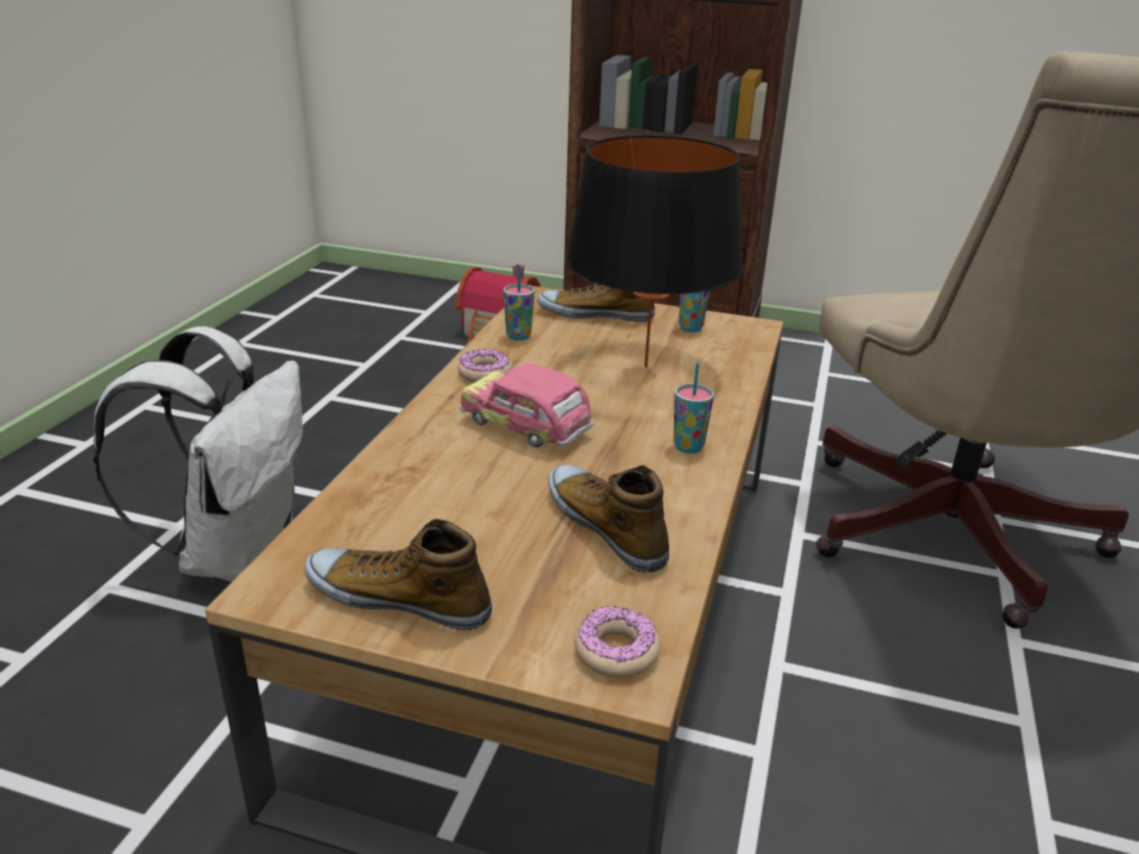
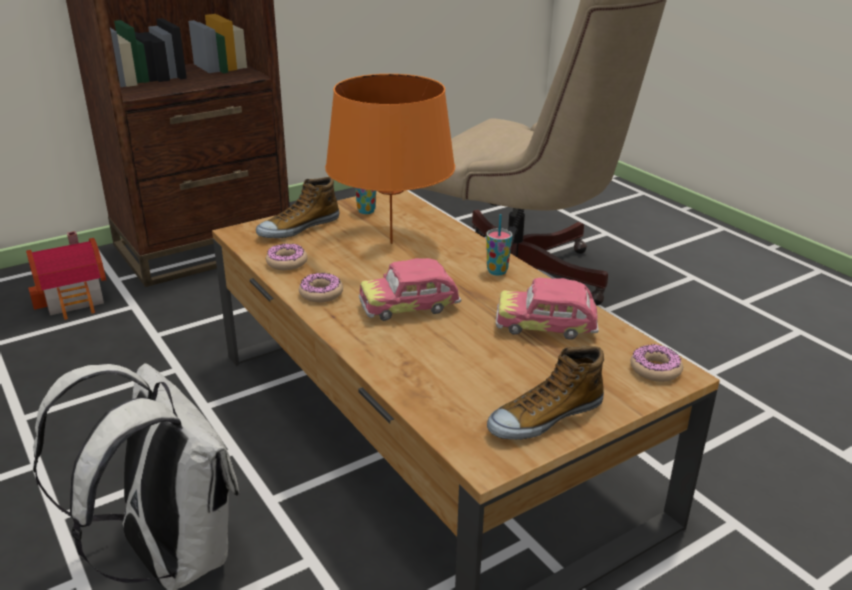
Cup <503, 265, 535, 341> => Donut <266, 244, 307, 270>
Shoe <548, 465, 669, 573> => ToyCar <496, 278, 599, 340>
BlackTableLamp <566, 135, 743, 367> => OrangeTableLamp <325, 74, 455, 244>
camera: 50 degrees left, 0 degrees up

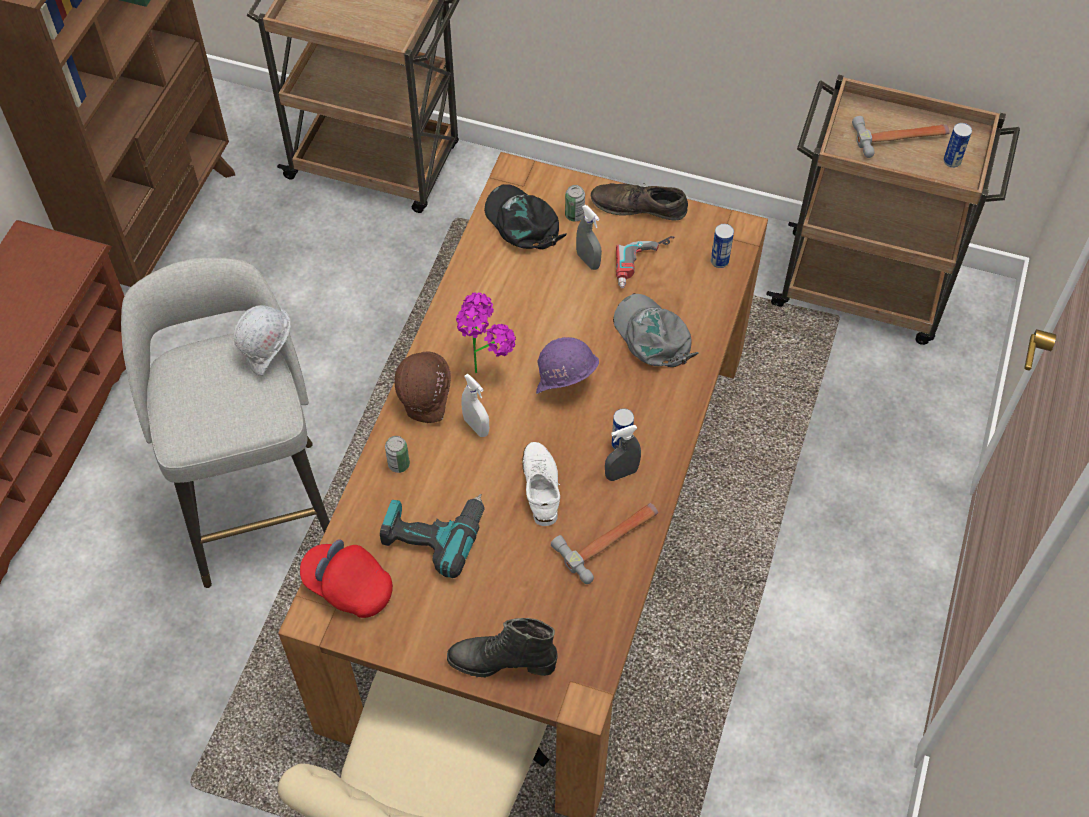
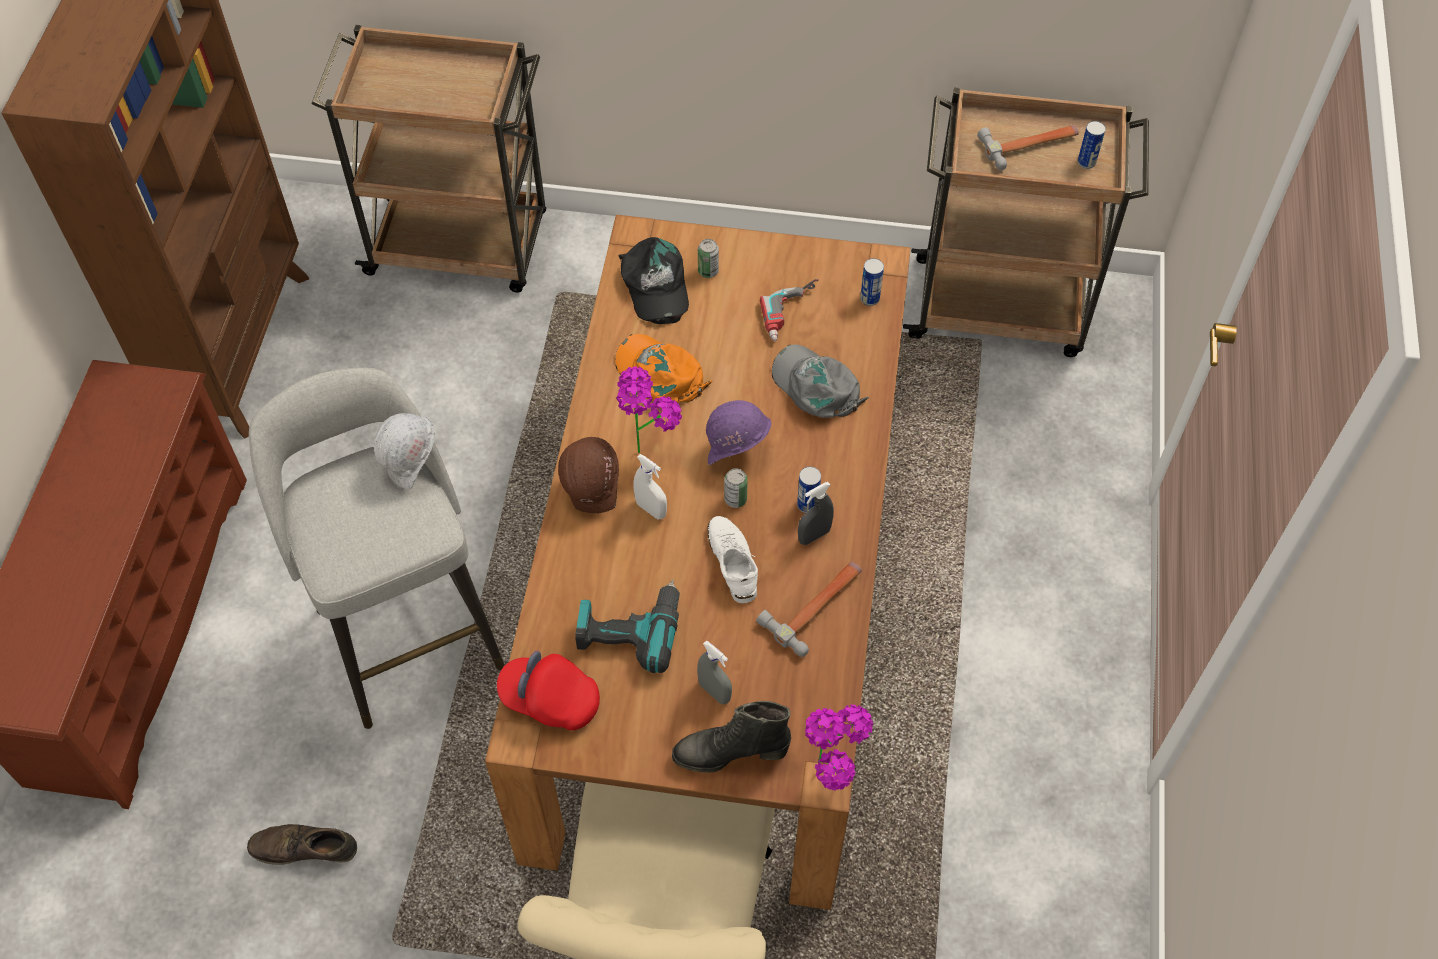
Can <385, 436, 410, 473> => Can <724, 468, 748, 508>, relocated
BlackCap <484, 184, 567, 250> => BlackCap <618, 237, 689, 324>, 150 degrees counterclockwise
GreySprayBottle <576, 205, 602, 270> => GreySprayBottle <697, 640, 732, 704>, relocated
BrownShoe <591, 183, 688, 221> => BrownShoe <247, 824, 357, 865>, relocated
nothing => OrangeCap <615, 334, 712, 403>
nothing => PottedPlant <805, 704, 873, 790>
camera: 10 degrees left, 0 degrees up

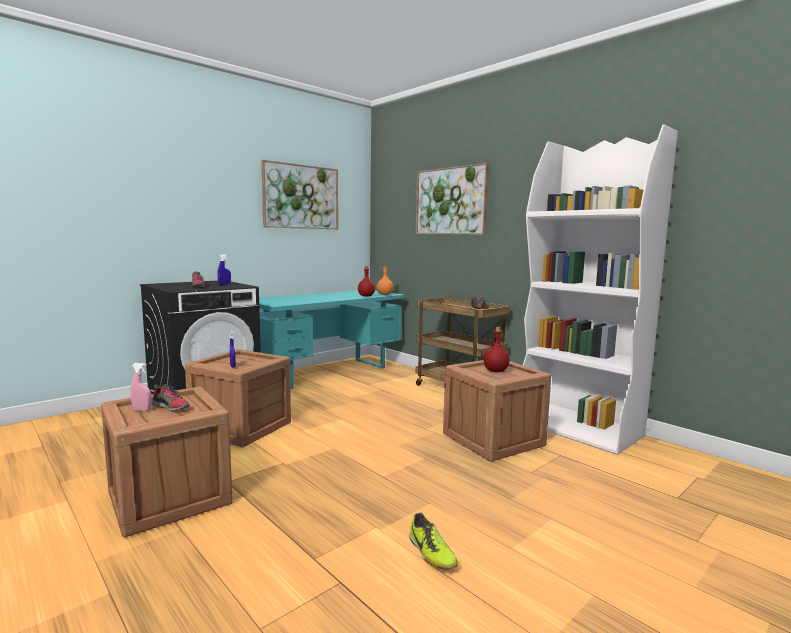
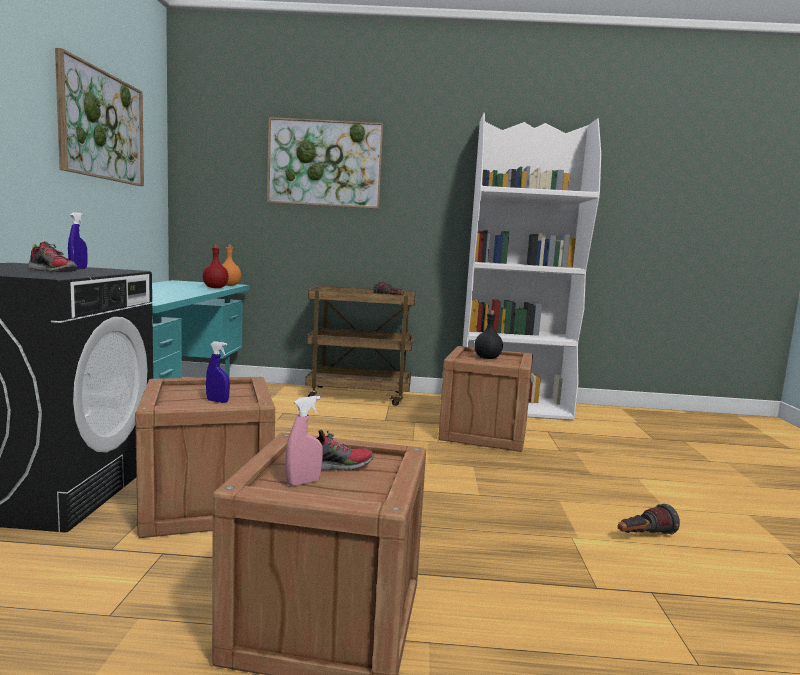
Shoe <409, 513, 458, 570> => Flashlight <618, 504, 680, 535>
RedBottle <483, 327, 509, 372> => BlackBottle <474, 310, 503, 359>
camera: 45 degrees left, 0 degrees up

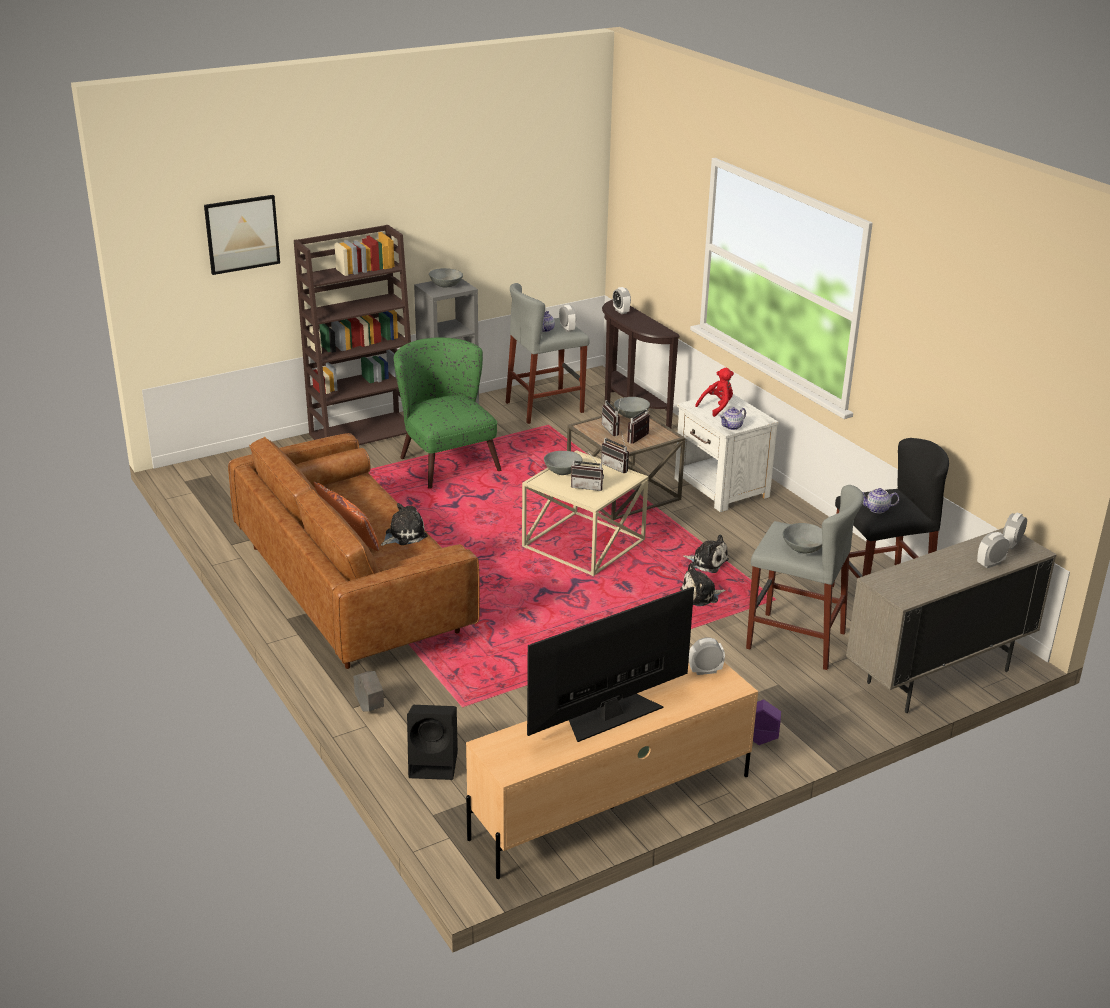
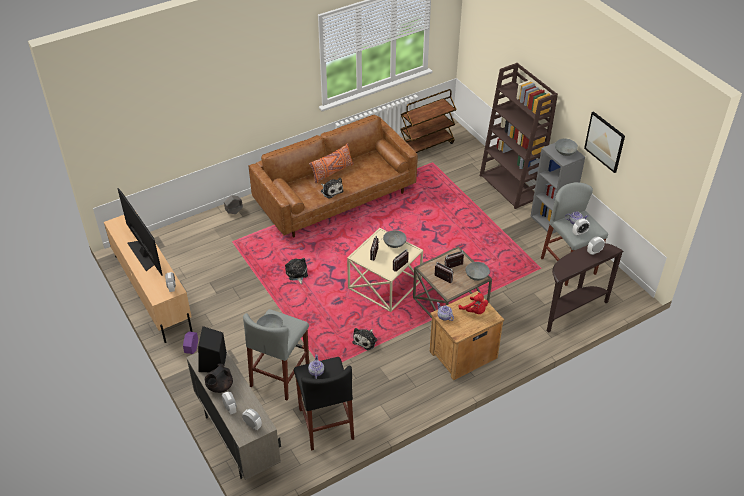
Picture <204, 195, 280, 275> => Picture <584, 111, 625, 173>, relocated
GreenArmchair <394, 337, 501, 488> => nothing
BlackSpeaker <407, 705, 458, 780> => BlackSpeaker <198, 326, 227, 372>, relocated
WhiteNightstand <675, 394, 779, 512> => BrownNightstand <430, 291, 504, 380>
PlushToy <680, 563, 726, 606> => PlushToy <285, 258, 308, 284>, relocated
nothing => BlackTeapot <205, 364, 233, 393>
nothing => BrownCart <400, 89, 457, 153>
camera: 90 degrees right, 15 degrees up

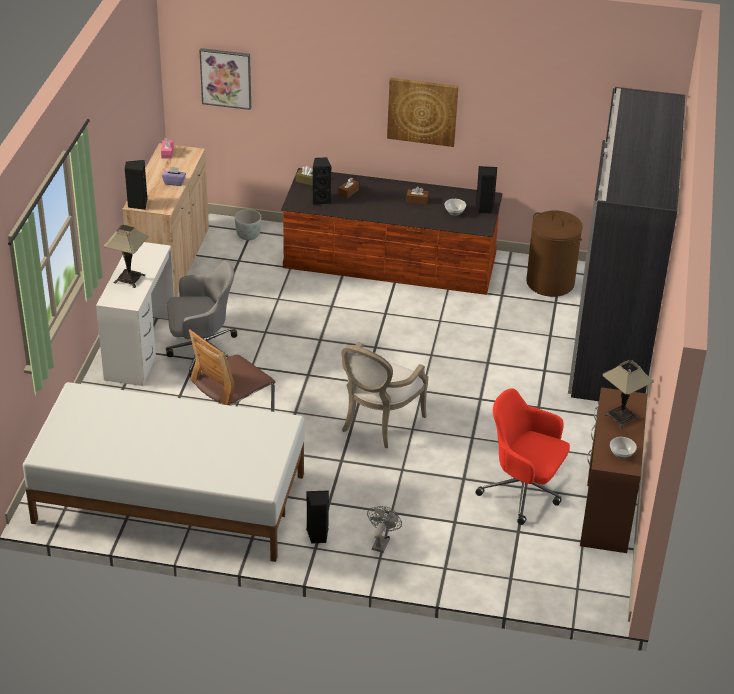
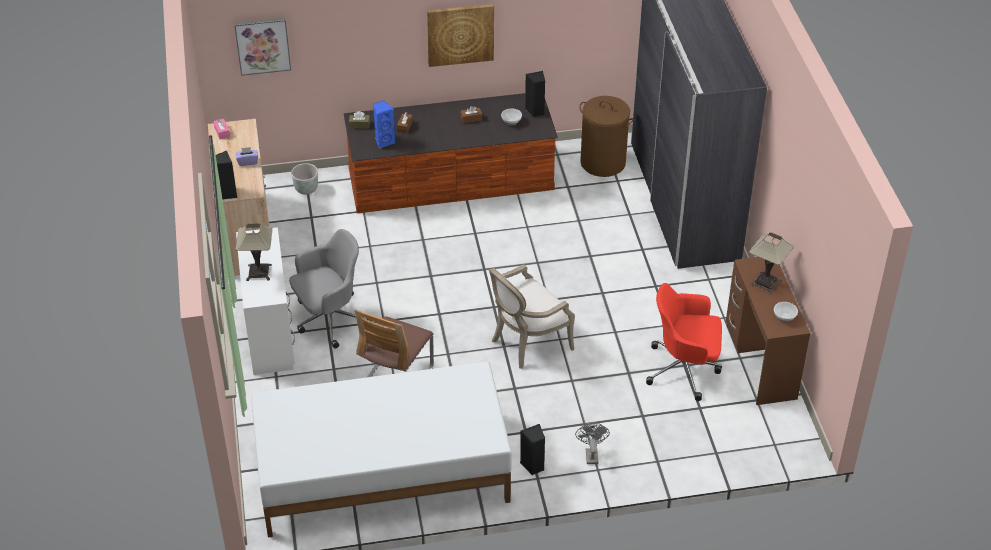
BlackSpeaker <313, 157, 332, 205> => BlueSpeaker <373, 101, 395, 148>
Armchair <341, 342, 428, 448> => Armchair <489, 264, 575, 369>, 45 degrees clockwise
camera: 20 degrees left, 5 degrees up

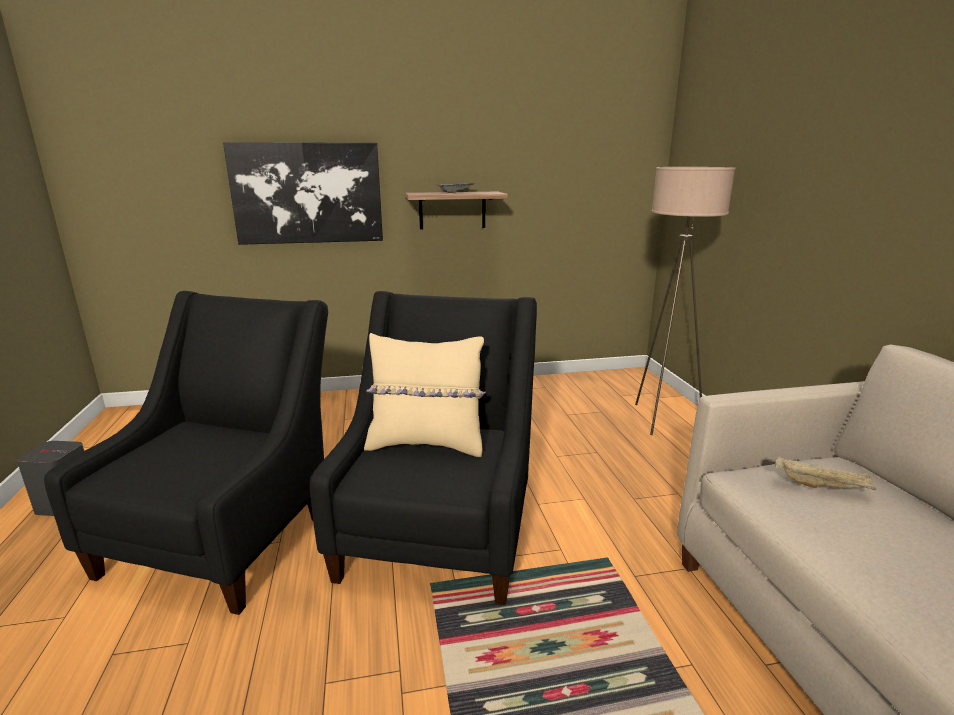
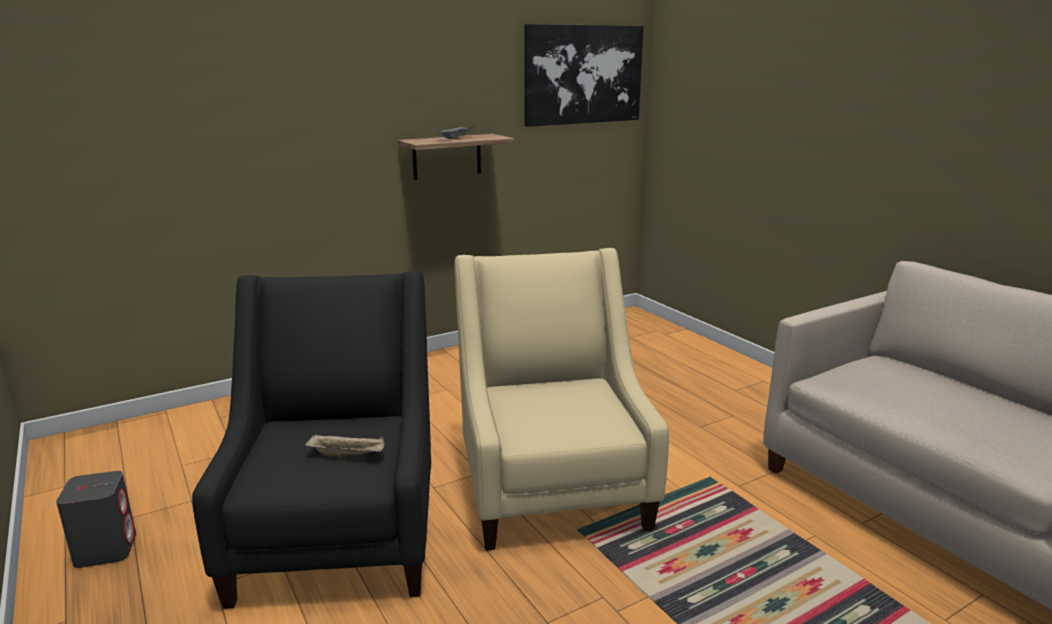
Picture <223, 142, 383, 245> => Picture <524, 24, 644, 127>, relocated
BlackArmchair <310, 291, 537, 605> => BeigeArmchair <454, 248, 669, 551>
BeigePillow <364, 333, 486, 457> => nothing
BeigeFloorLamp <635, 167, 736, 435> => nothing
BeigeTray <775, 456, 877, 490> => BeigeTray <305, 434, 385, 459>, relocated
camera: 20 degrees left, 0 degrees up

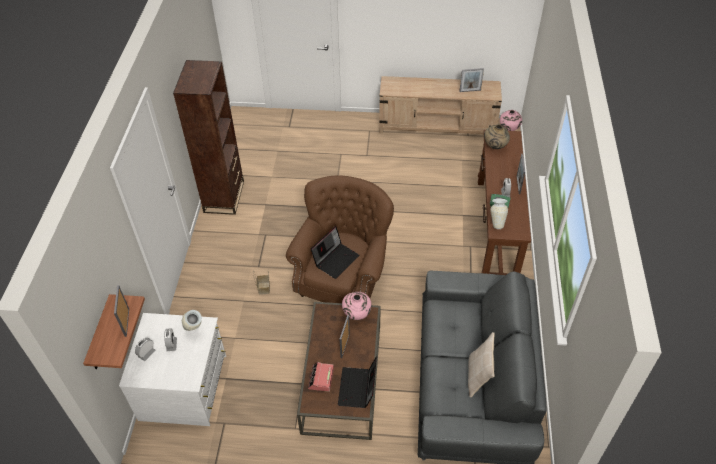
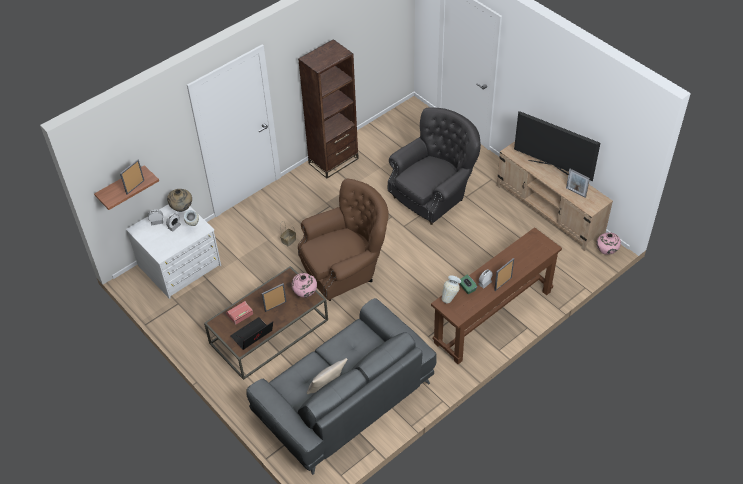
Laptop <311, 226, 360, 279> => nothing
BeigeVase <484, 124, 510, 149> => BeigeVase <167, 189, 192, 212>, relocated
nothing => GreyArmchair <388, 107, 481, 225>
nothing => Television <514, 111, 600, 181>
camera: 45 degrees right, 0 degrees up

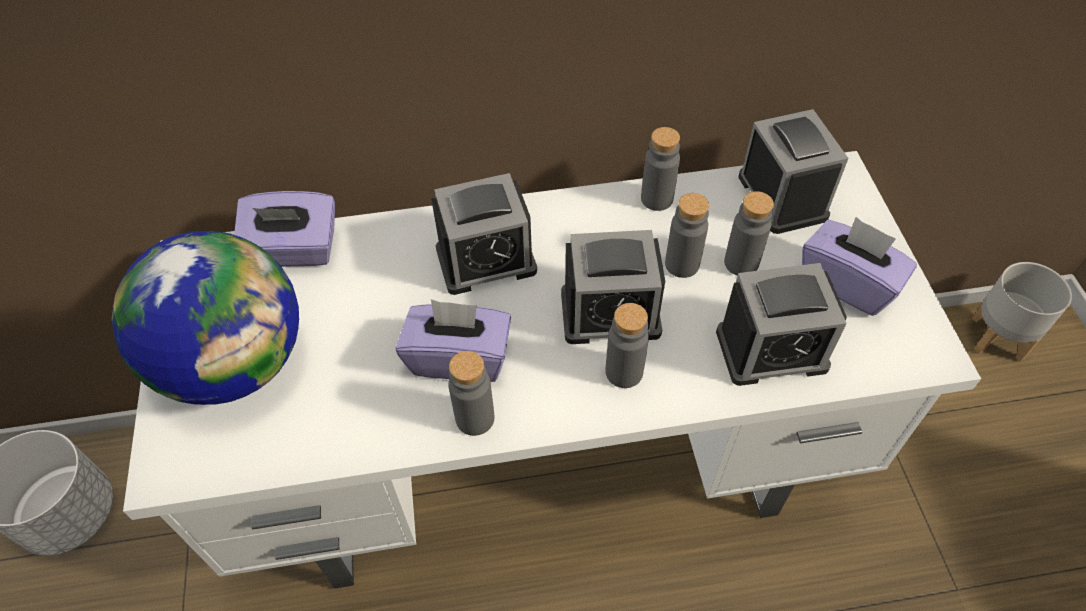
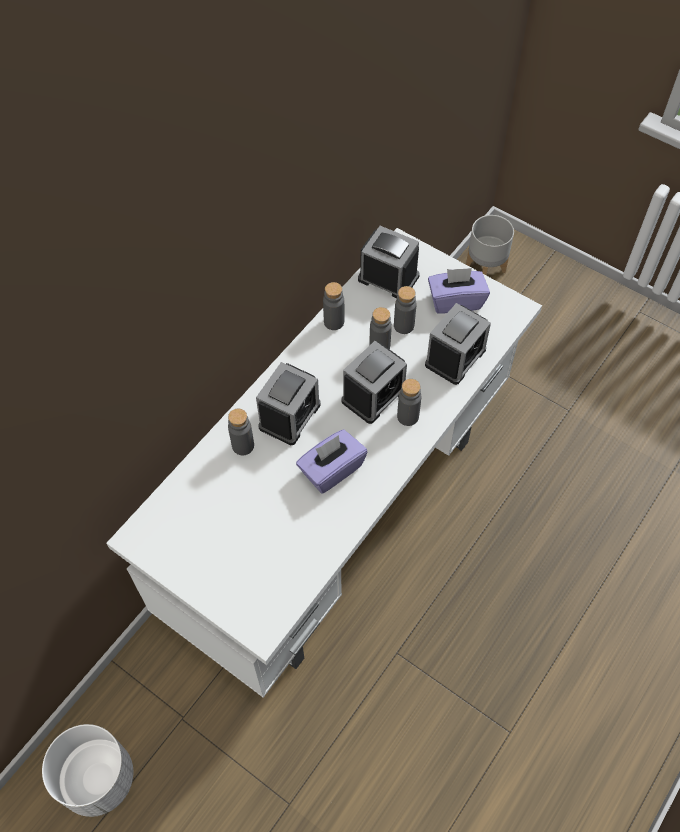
Globe <112, 231, 299, 405> => nothing
PurpleTissueBox <234, 191, 335, 267> => nothing
GreyBottle <448, 351, 494, 436> => GreyBottle <228, 409, 254, 455>, relocated
camera: 45 degrees left, 5 degrees up

